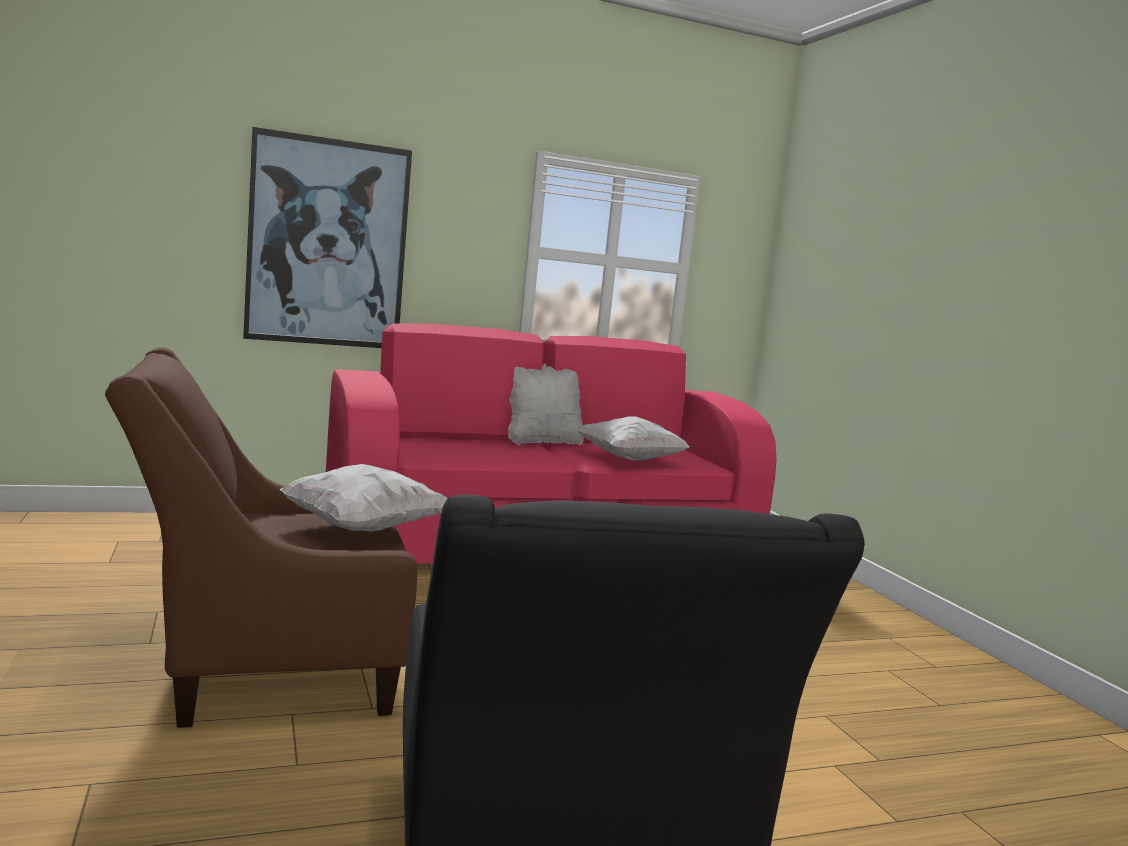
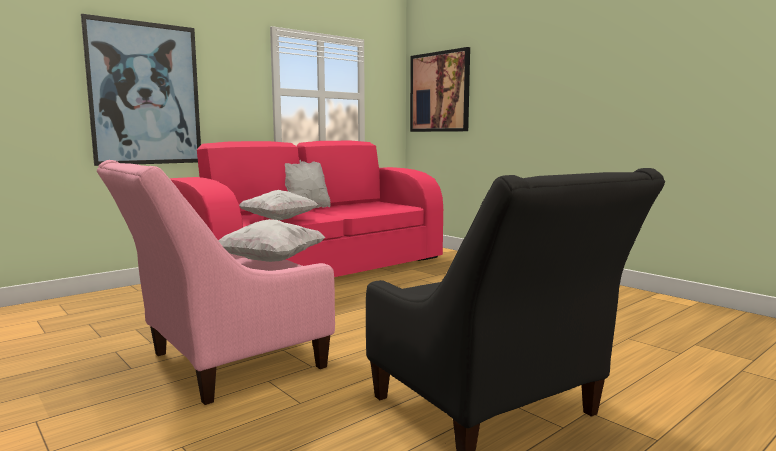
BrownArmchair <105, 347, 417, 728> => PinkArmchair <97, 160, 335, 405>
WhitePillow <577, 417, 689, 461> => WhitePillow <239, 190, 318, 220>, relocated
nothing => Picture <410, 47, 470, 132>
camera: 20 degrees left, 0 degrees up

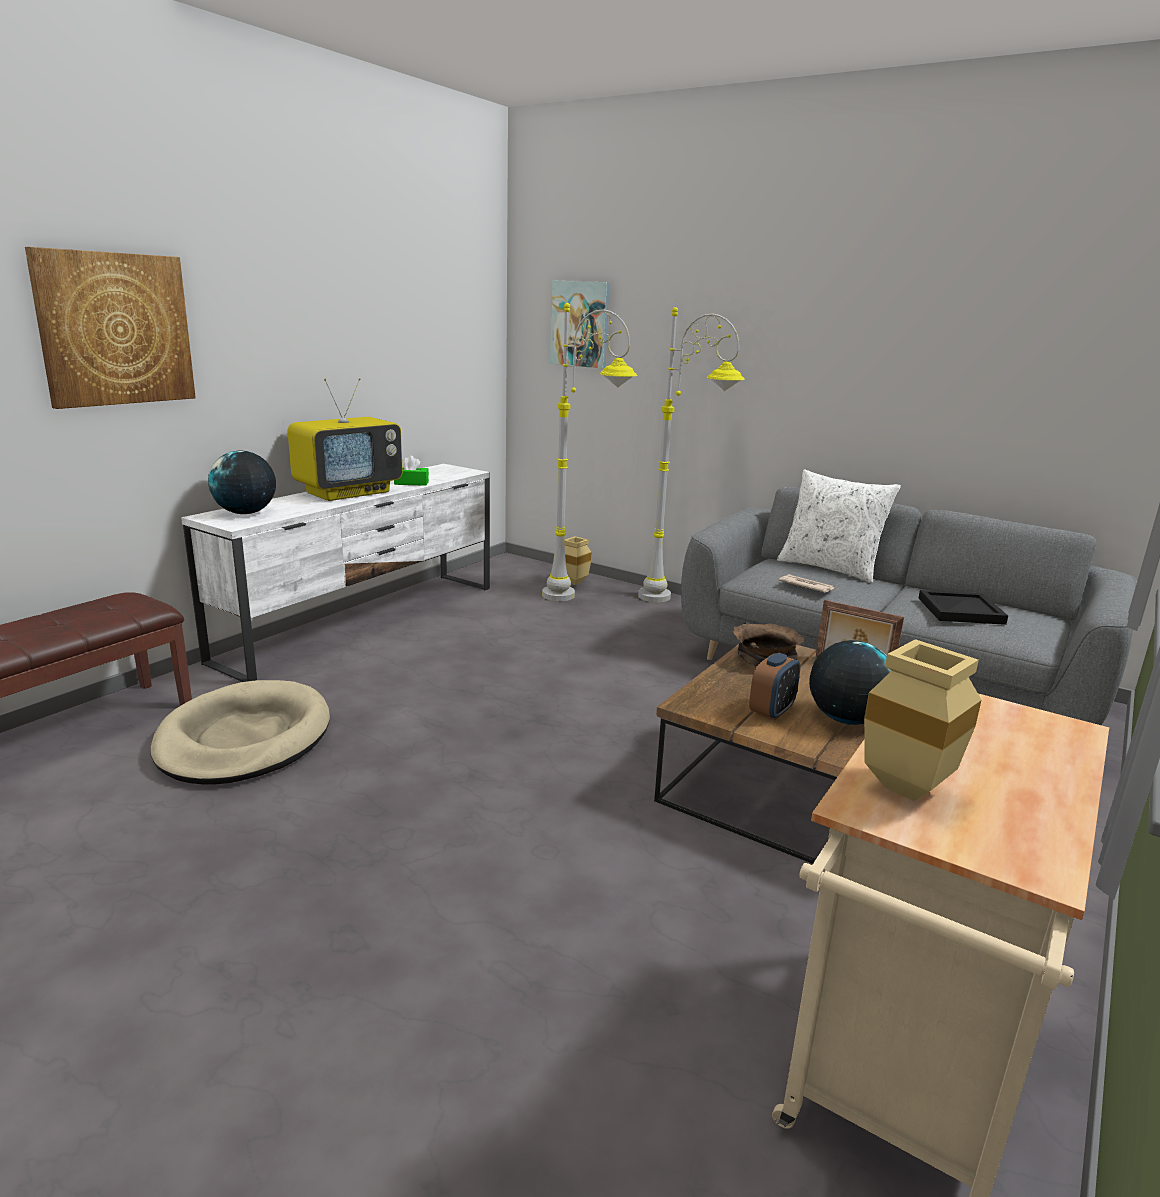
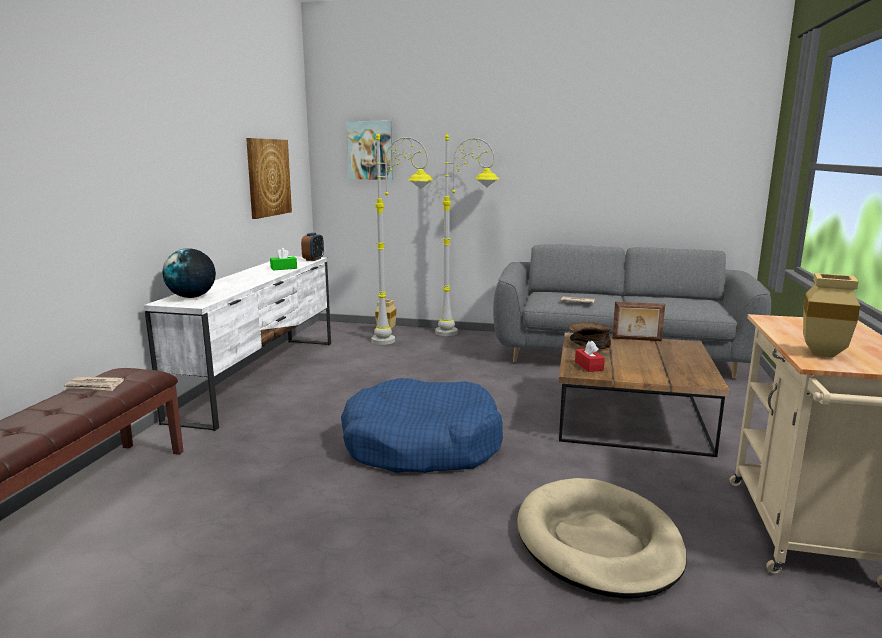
Picture <25, 247, 196, 409> => Picture <246, 138, 292, 219>, relocated
BeigeDogBed <151, 680, 330, 785> => BeigeDogBed <517, 478, 687, 599>, relocated
Television <288, 378, 403, 501> => nothing
AlarmClock <749, 653, 800, 721> => AlarmClock <301, 233, 324, 261>, relocated
WhitePillow <777, 470, 901, 583> => nothing
Globe <809, 640, 892, 725> => nothing
BlackTray <919, 590, 1008, 625> => nothing
nothing => Newspaper <64, 377, 124, 391>
nothing => BlueDogBed <341, 378, 503, 473>
nothing => RedTissueBox <575, 341, 605, 372>
camera: 20 degrees left, 5 degrees down

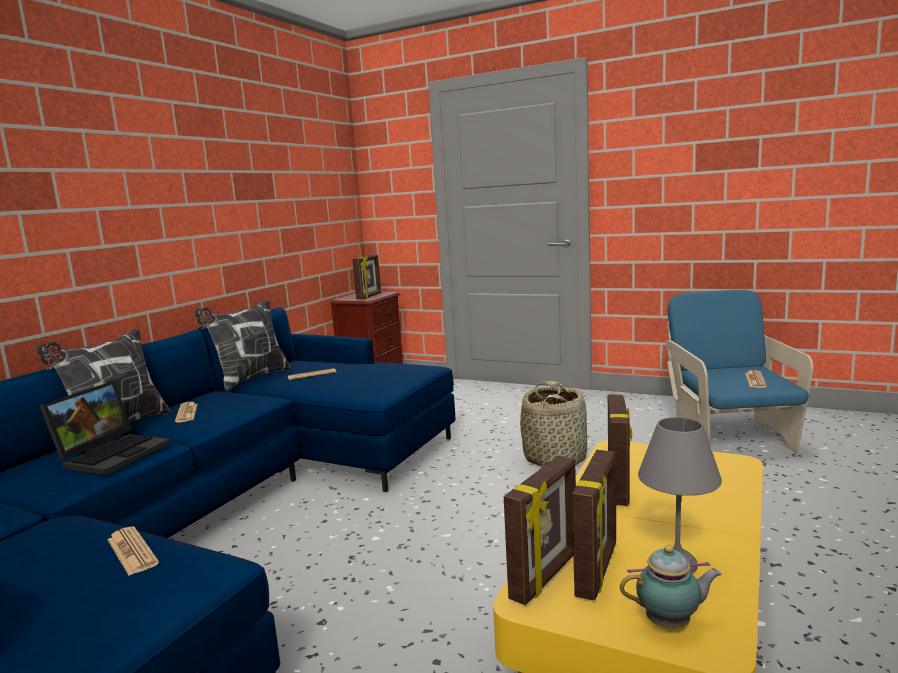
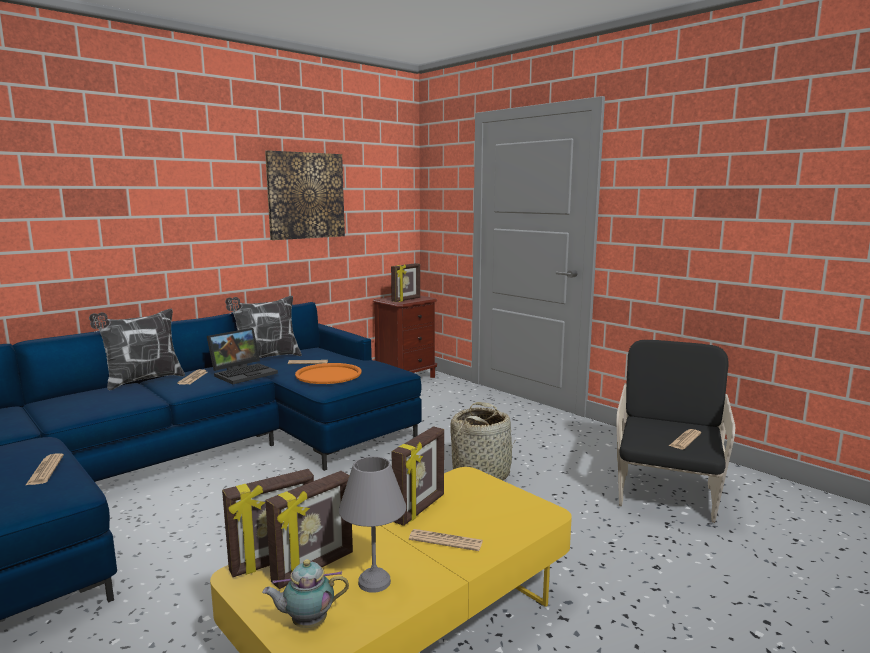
Laptop <39, 381, 171, 475> => Laptop <207, 328, 278, 384>, relocated
Teapot <620, 545, 722, 629> => Teapot <262, 559, 349, 628>, 150 degrees clockwise
BlueArmchair <666, 290, 813, 453> => BlackArmchair <617, 340, 735, 523>
nothing => Picture <265, 150, 345, 240>
nothing => OrangeTray <295, 363, 362, 384>
nothing => Newspaper <409, 529, 483, 551>
camera: 20 degrees right, 0 degrees up

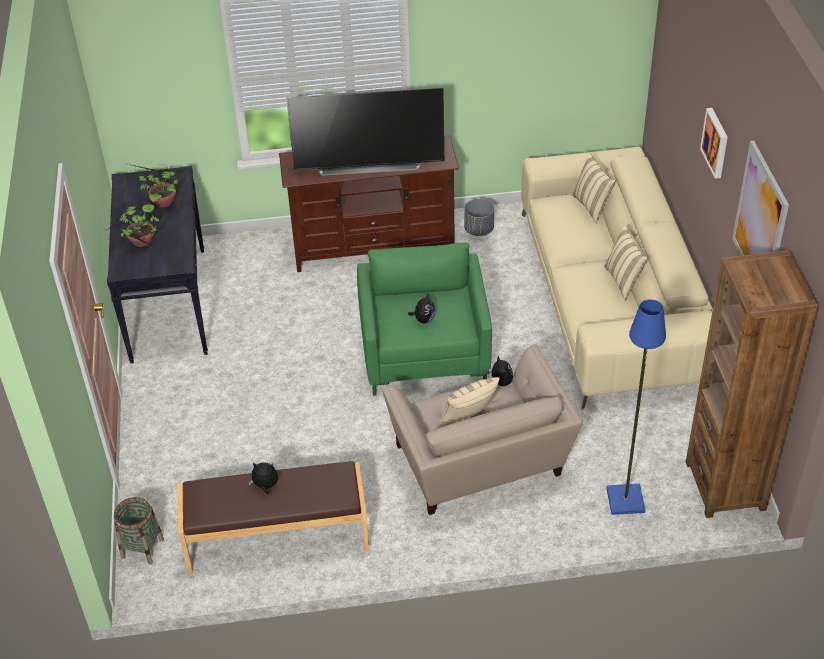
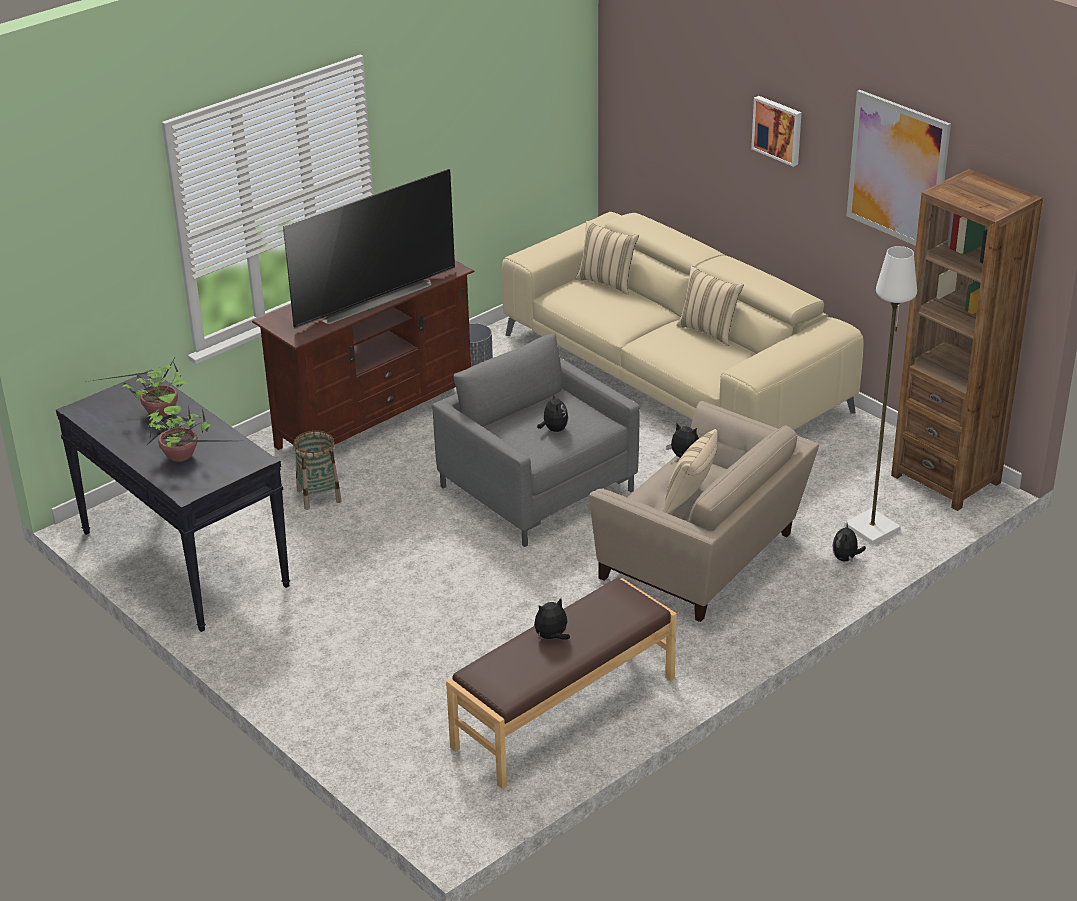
Basket <114, 497, 164, 565> => Basket <293, 430, 342, 510>, relocated
GreenArmchair <357, 243, 492, 396> => GreyArmchair <432, 333, 640, 547>
BlueFloorLamp <606, 299, 666, 515> => WhiteFloorLamp <844, 246, 917, 545>
nothing => PlushToy <832, 523, 866, 562>
camera: 35 degrees left, 10 degrees down

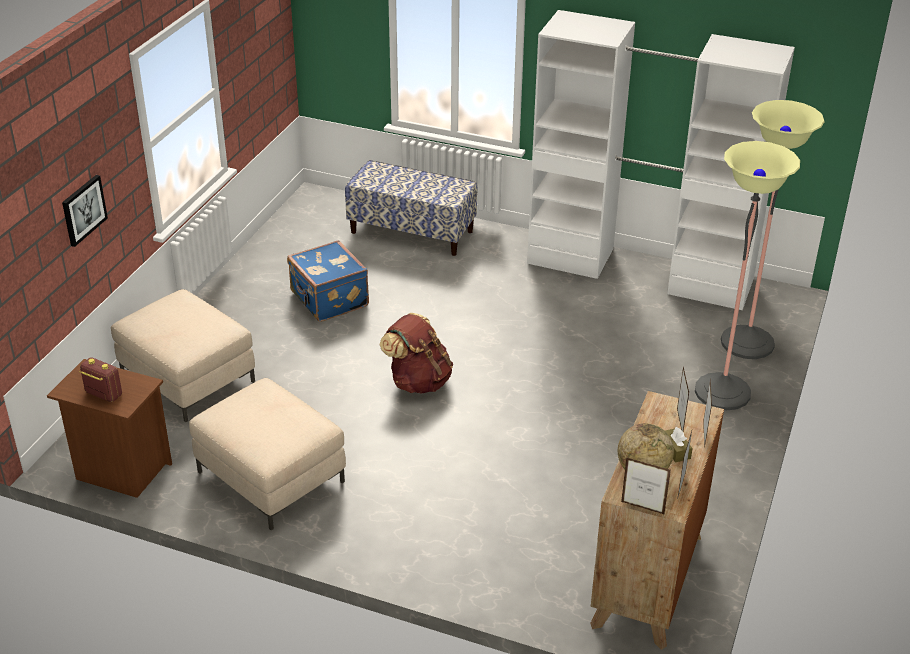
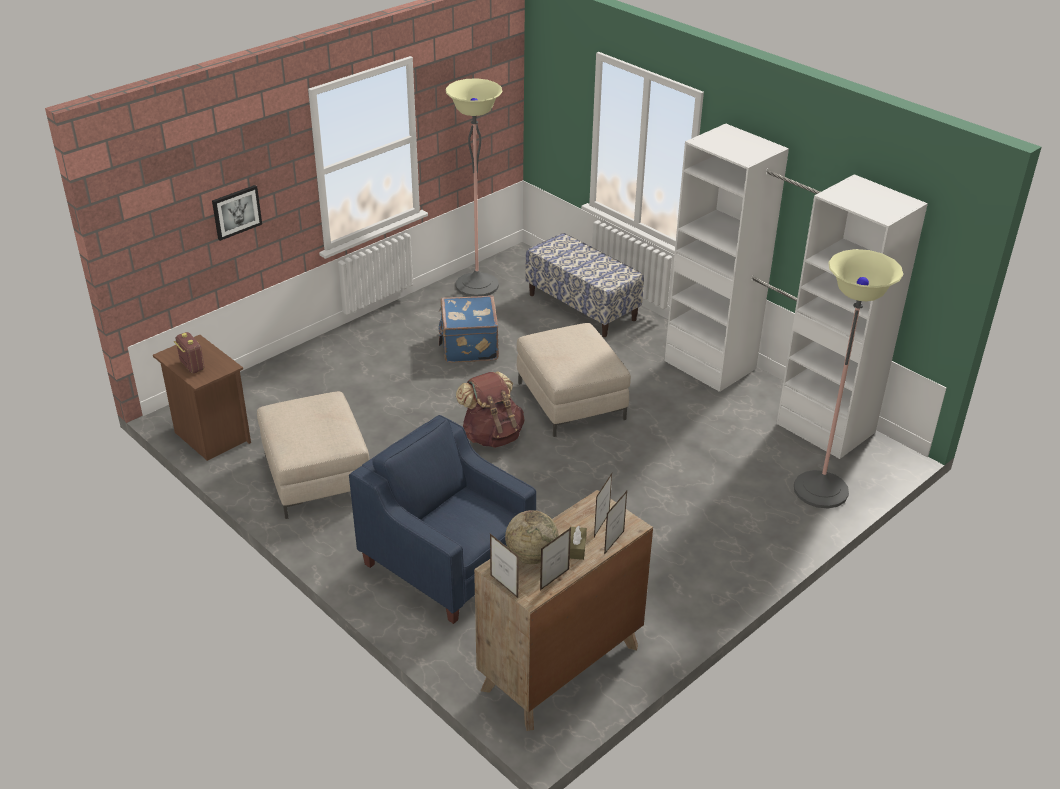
BeigeOttoman <111, 289, 255, 422> => BeigeOttoman <517, 323, 631, 437>, relocated
FloorLamp <695, 141, 800, 410> => FloorLamp <445, 78, 503, 297>, relocated
nothing => BlueArmchair <349, 415, 536, 624>
camera: 25 degrees right, 0 degrees up

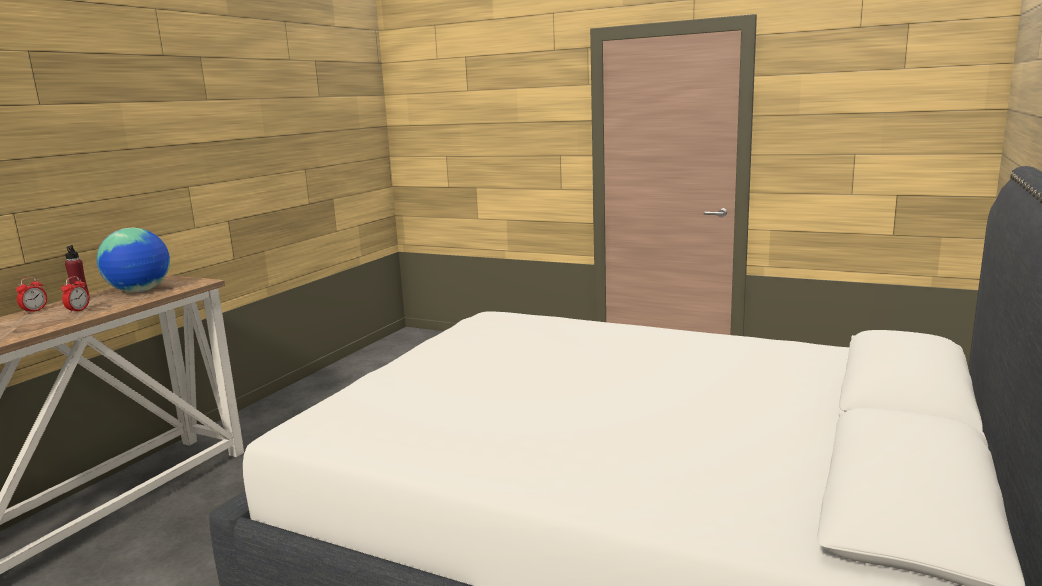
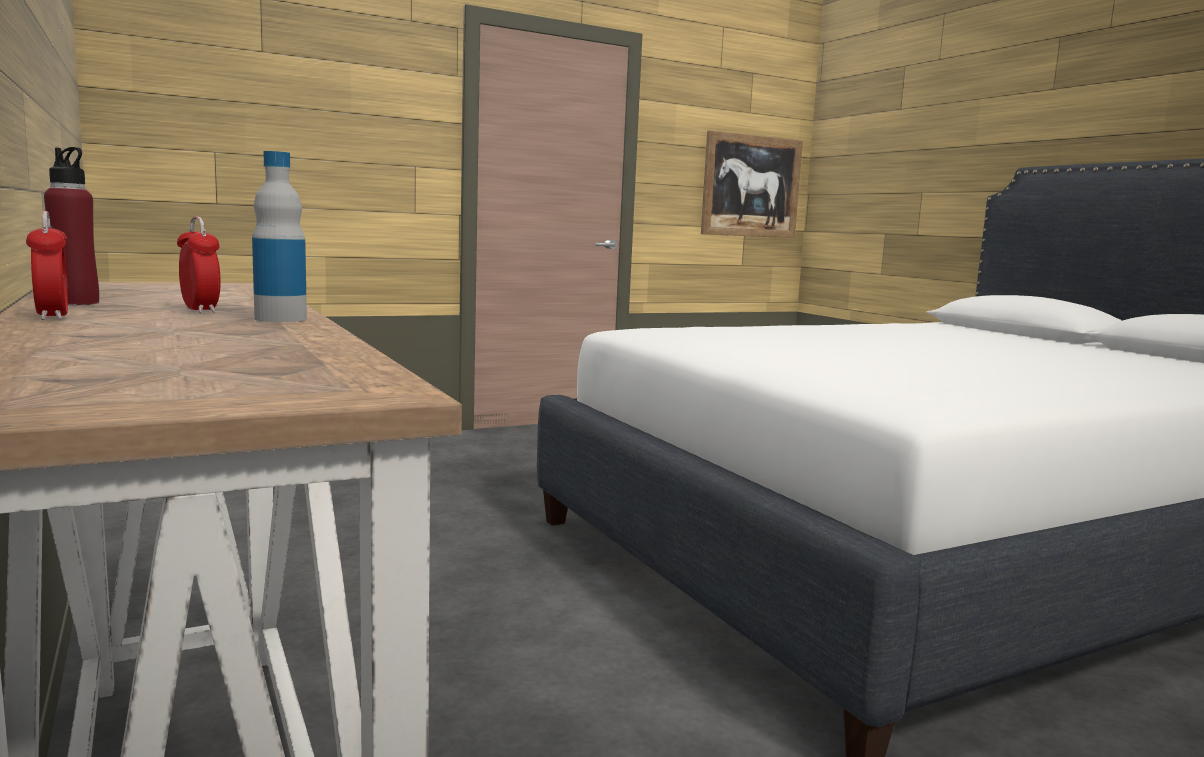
Globe <96, 228, 170, 292> => nothing
nothing => Bottle <252, 151, 307, 322>
nothing => Picture <701, 130, 803, 238>
camera: 55 degrees left, 5 degrees down

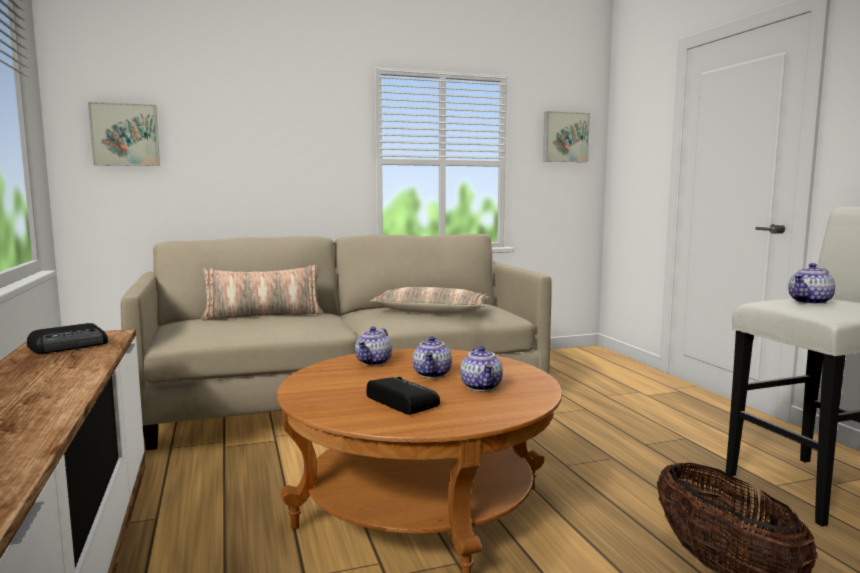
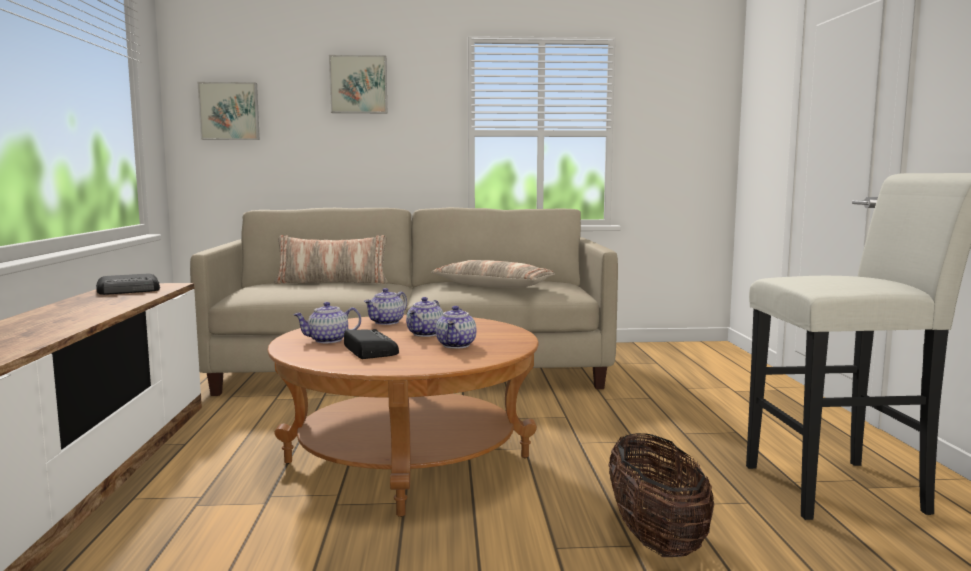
Picture <543, 111, 590, 162> => Picture <329, 55, 387, 113>, relocated
Teapot <788, 263, 835, 304> => Teapot <293, 302, 361, 343>, relocated
camera: 15 degrees right, 0 degrees up

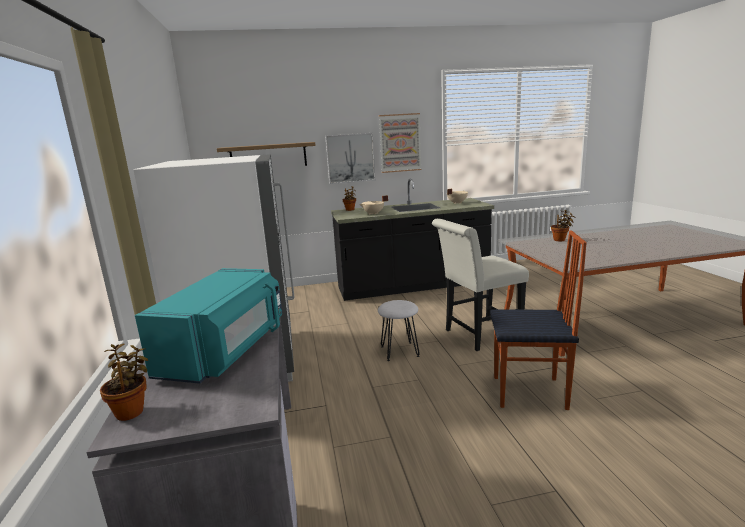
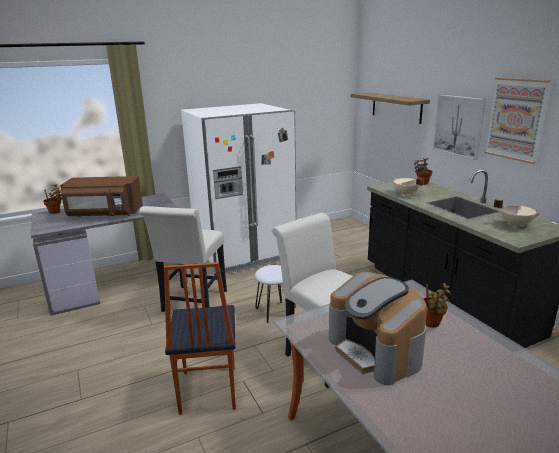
TurquoiseMicrowave <135, 268, 282, 384> => BrownMicrowave <60, 176, 143, 217>
nothing => WhiteChair <139, 206, 227, 312>
nothing => CoffeeMachine <329, 272, 427, 385>
camera: 75 degrees right, 5 degrees up

